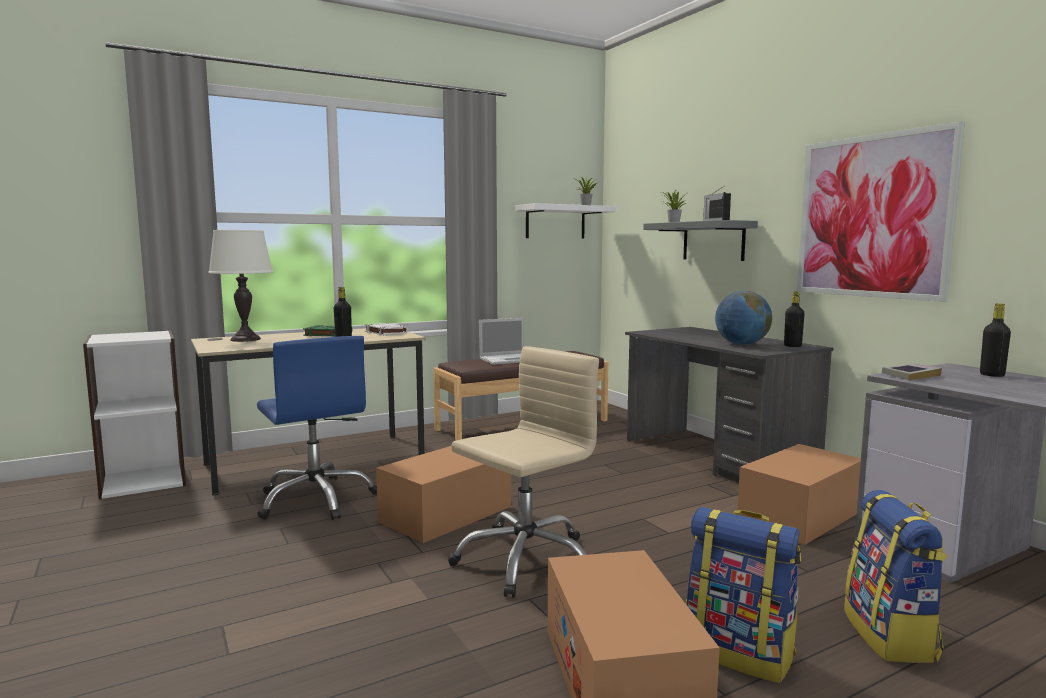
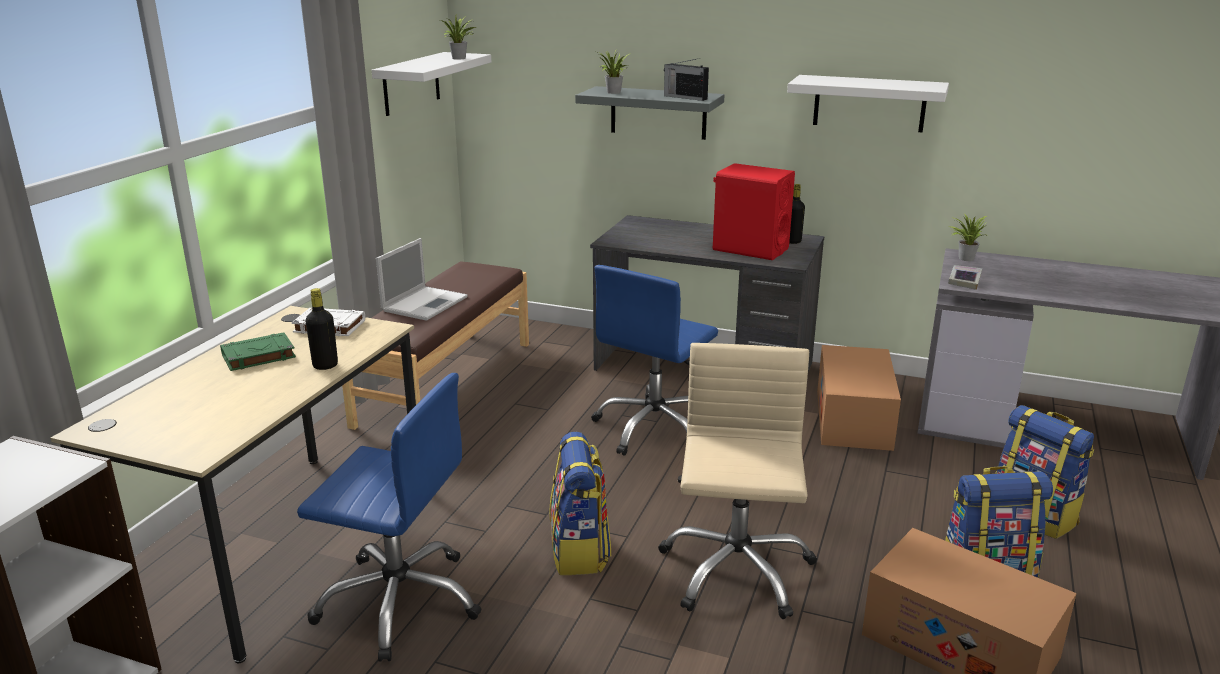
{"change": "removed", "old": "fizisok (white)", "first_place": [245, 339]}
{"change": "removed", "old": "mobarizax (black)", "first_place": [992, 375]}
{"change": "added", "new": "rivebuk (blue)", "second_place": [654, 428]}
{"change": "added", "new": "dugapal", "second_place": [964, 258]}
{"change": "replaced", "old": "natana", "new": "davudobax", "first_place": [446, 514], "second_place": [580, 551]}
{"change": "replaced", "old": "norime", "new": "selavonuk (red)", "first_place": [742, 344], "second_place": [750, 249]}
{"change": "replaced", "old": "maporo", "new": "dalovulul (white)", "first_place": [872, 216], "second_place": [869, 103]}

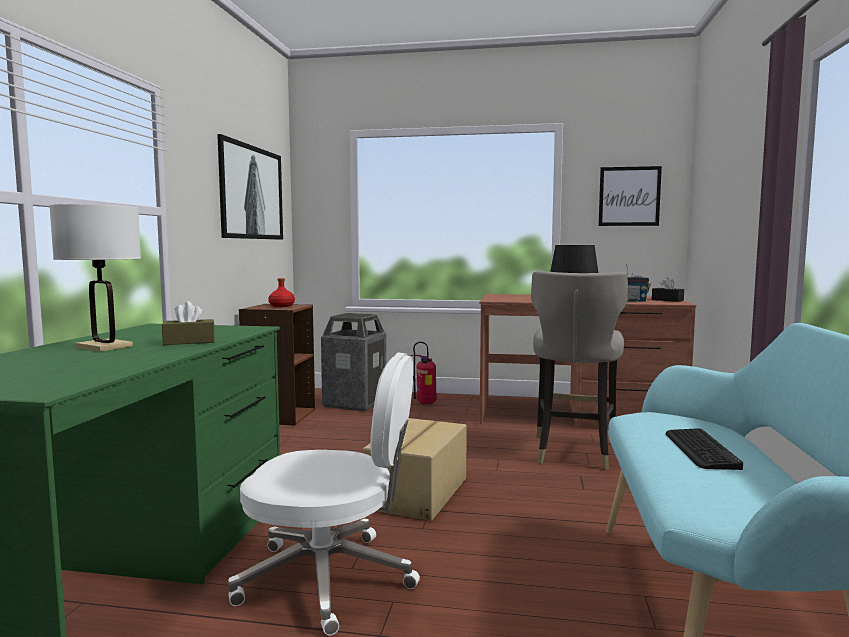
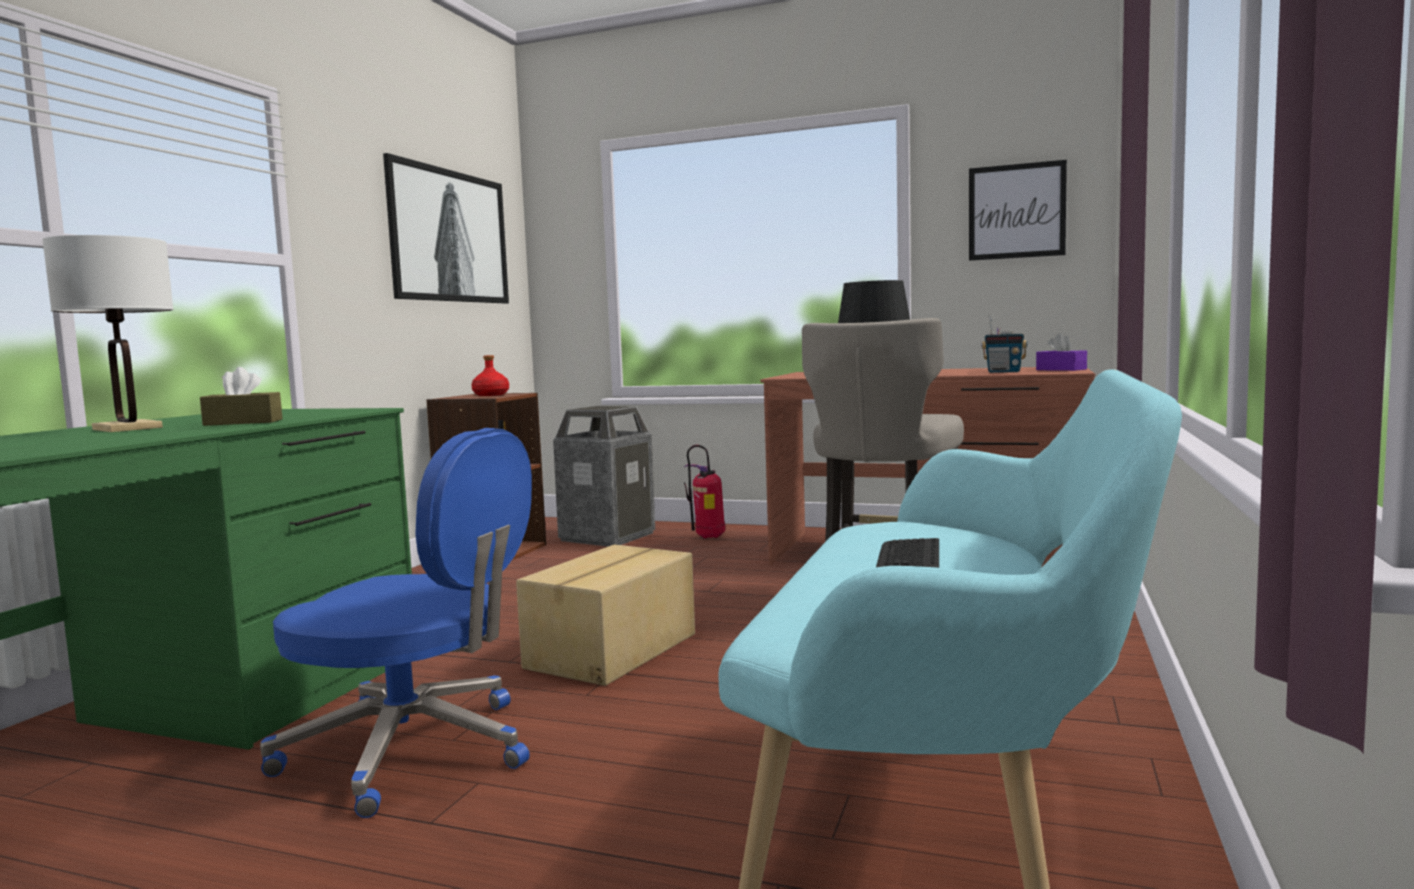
{"change": "recoloured", "old": "rivebuk (white)", "new": "rivebuk (blue)", "first_place": [330, 579], "second_place": [414, 751]}
{"change": "recoloured", "old": "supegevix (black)", "new": "supegevix (purple)", "first_place": [667, 300], "second_place": [1061, 369]}

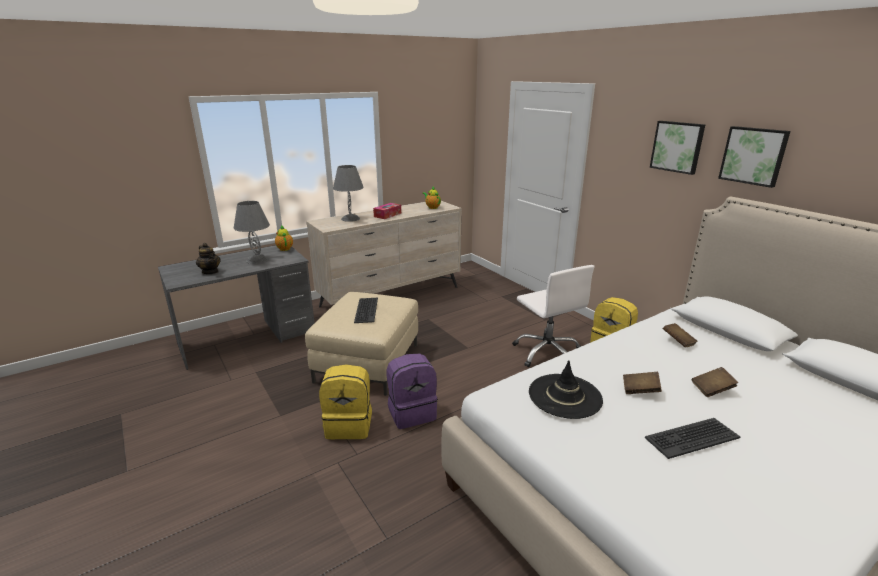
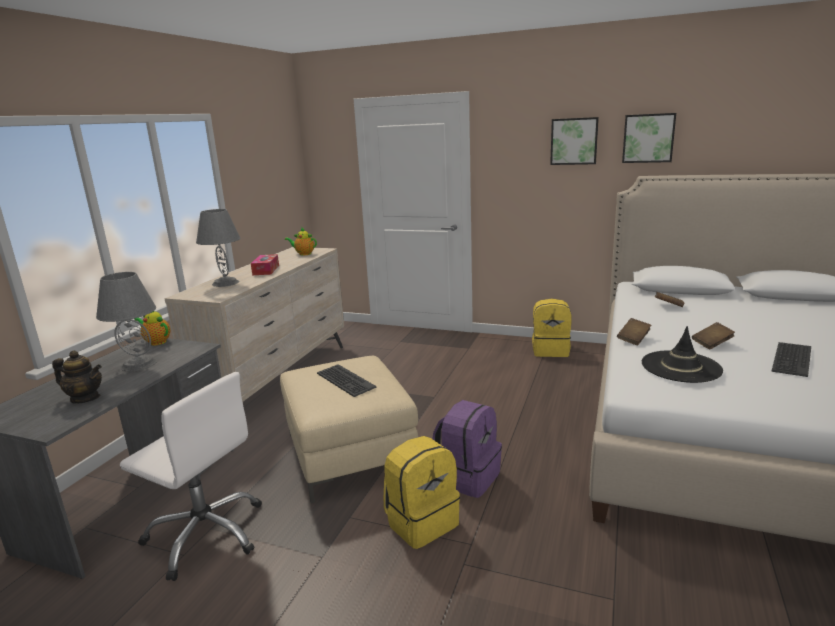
{"change": "moved", "old": "rivebuk (white)", "first_place": [547, 353], "second_place": [206, 534]}
{"change": "moved", "old": "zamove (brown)", "first_place": [712, 389], "second_place": [633, 339]}

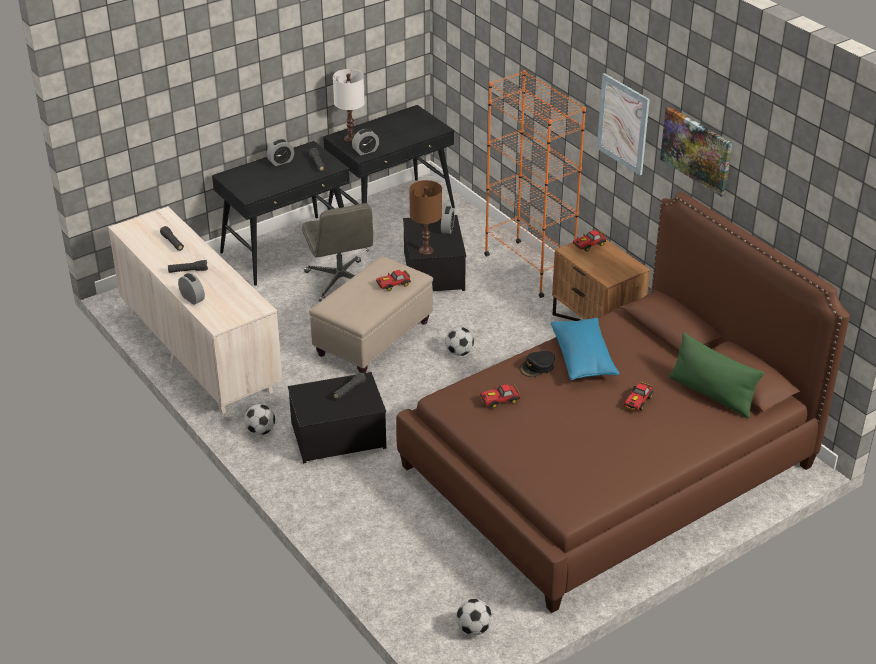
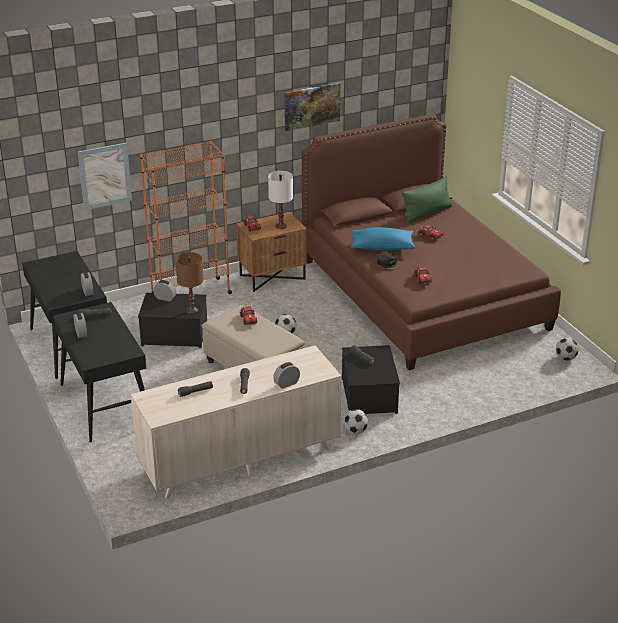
{"change": "removed", "old": "rivebuk (grey)", "first_place": [341, 282]}
{"change": "moved", "old": "fizisok (white)", "first_place": [350, 138], "second_place": [281, 226]}
{"change": "moved", "old": "maporo", "first_place": [623, 124], "second_place": [105, 176]}

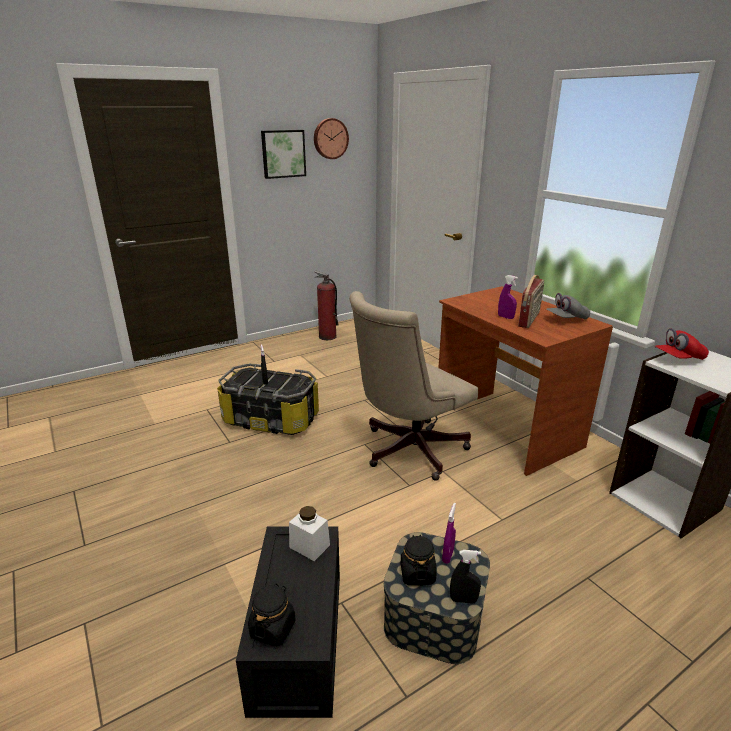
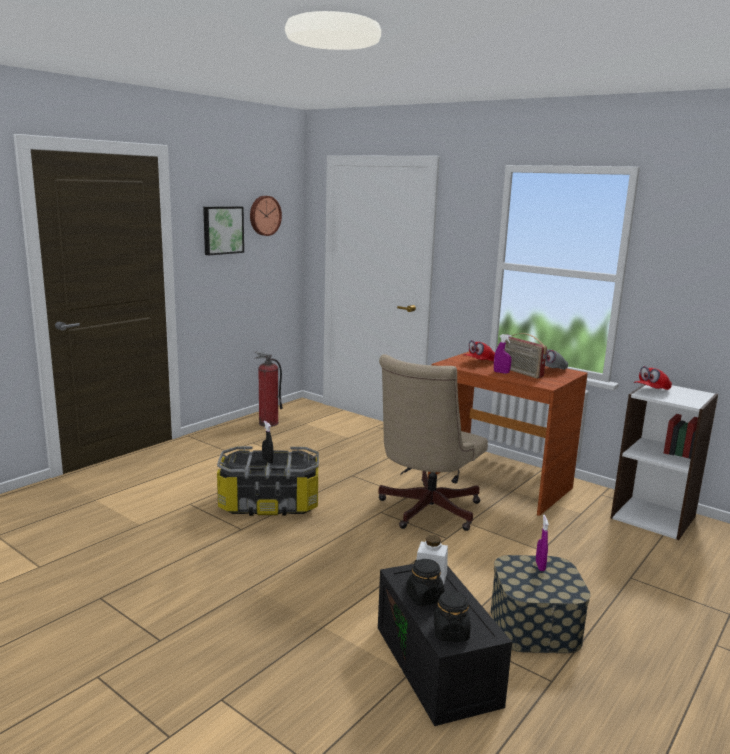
{"change": "removed", "old": "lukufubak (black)", "first_place": [463, 600]}
{"change": "added", "new": "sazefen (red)", "second_place": [479, 362]}
{"change": "moved", "old": "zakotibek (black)", "first_place": [417, 574], "second_place": [424, 597]}
{"change": "turned", "old": "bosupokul", "first_place": [529, 319], "second_place": [521, 373], "degrees": 135}

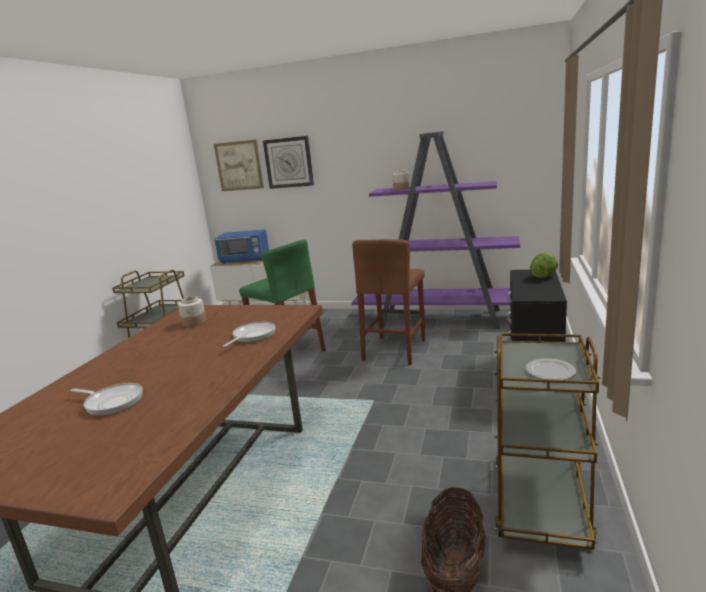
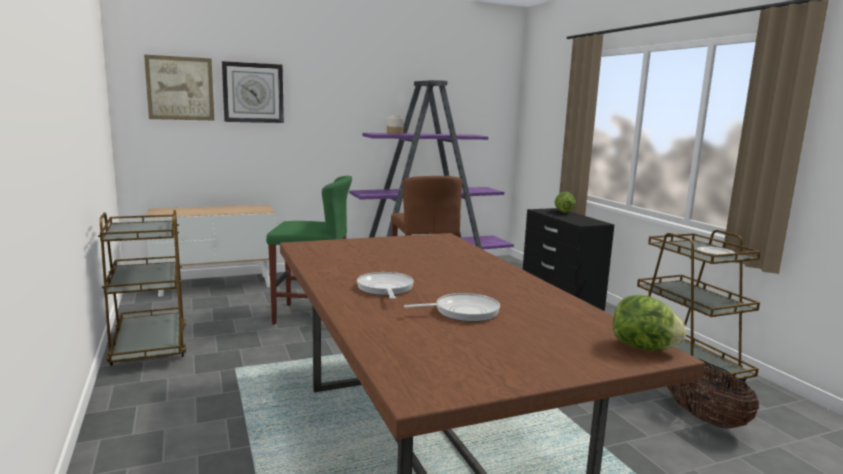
{"change": "removed", "old": "zakotibek", "first_place": [194, 322]}
{"change": "removed", "old": "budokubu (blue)", "first_place": [245, 260]}
{"change": "added", "new": "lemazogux", "second_place": [644, 347]}
{"change": "moved", "old": "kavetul", "first_place": [252, 336], "second_place": [385, 289]}

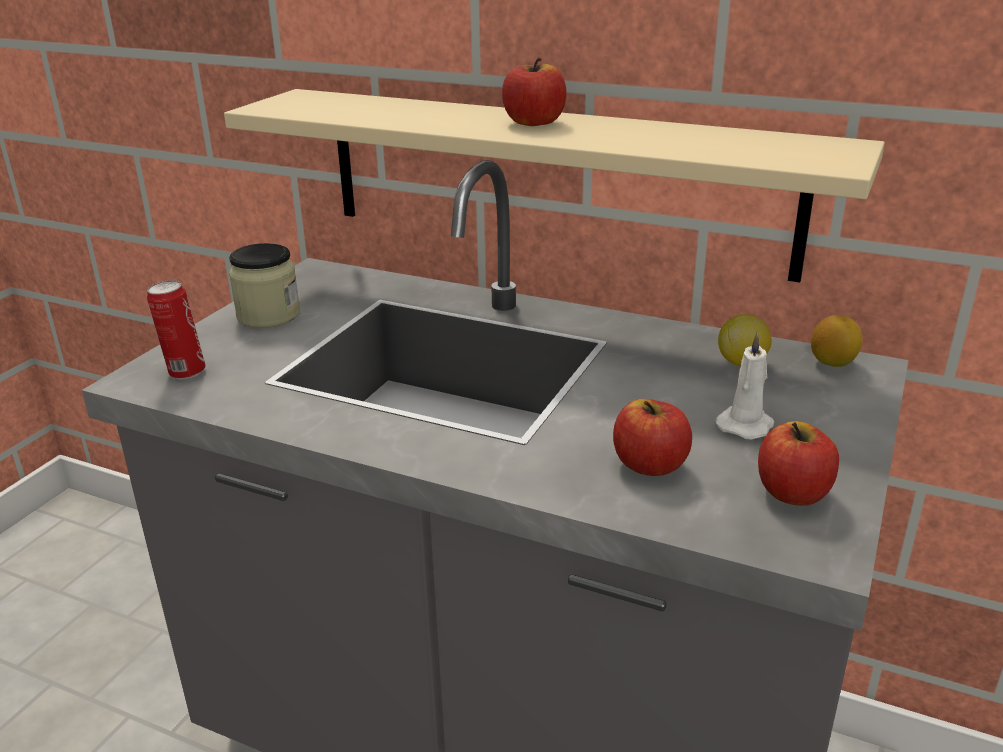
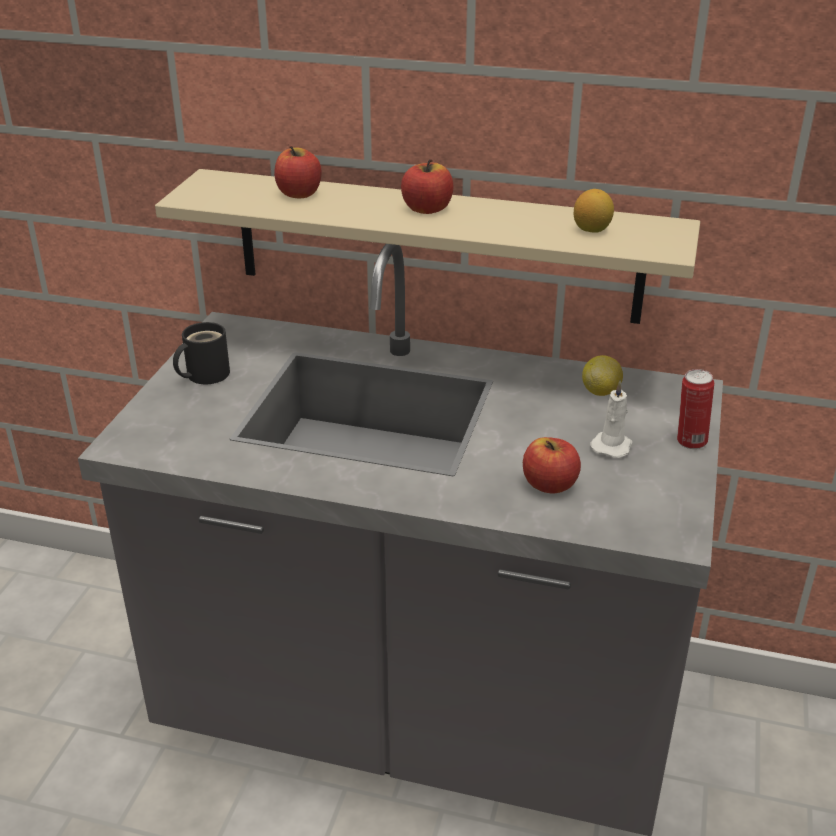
{"change": "moved", "old": "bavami", "first_place": [185, 372], "second_place": [690, 442]}
{"change": "moved", "old": "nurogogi", "first_place": [793, 493], "second_place": [299, 194]}
{"change": "moved", "old": "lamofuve", "first_place": [832, 362], "second_place": [592, 230]}
{"change": "replaced", "old": "zakotibek", "new": "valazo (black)", "first_place": [268, 315], "second_place": [203, 374]}

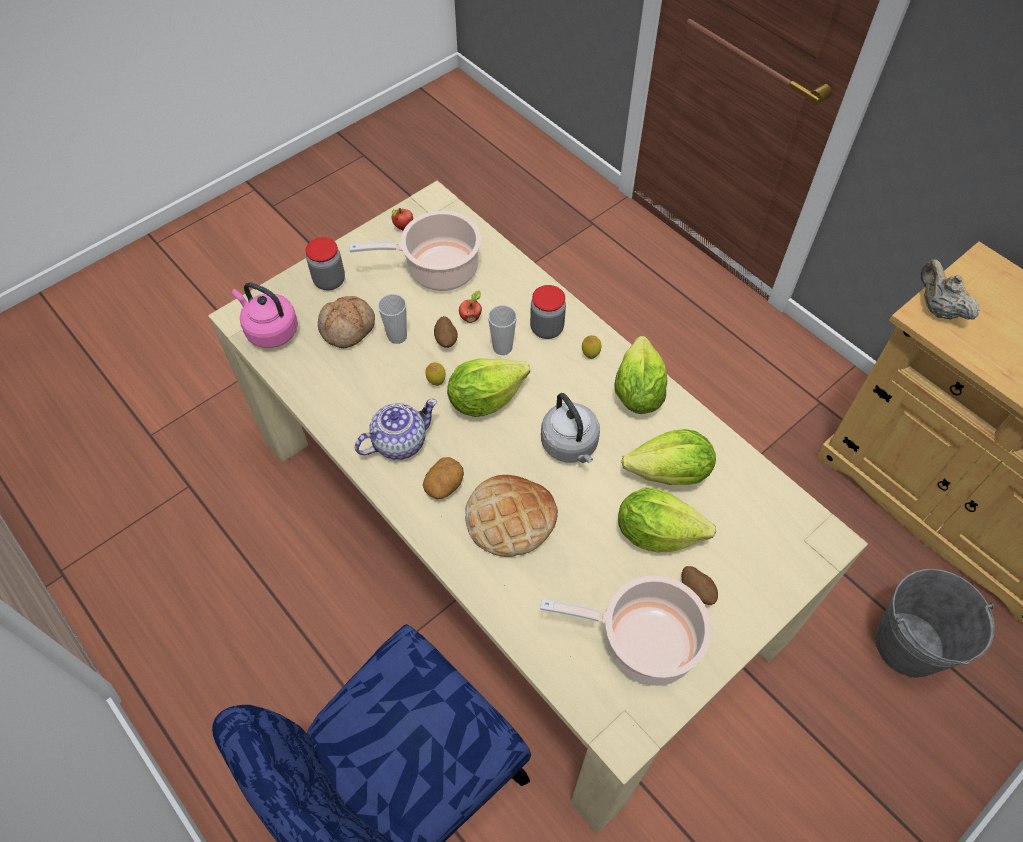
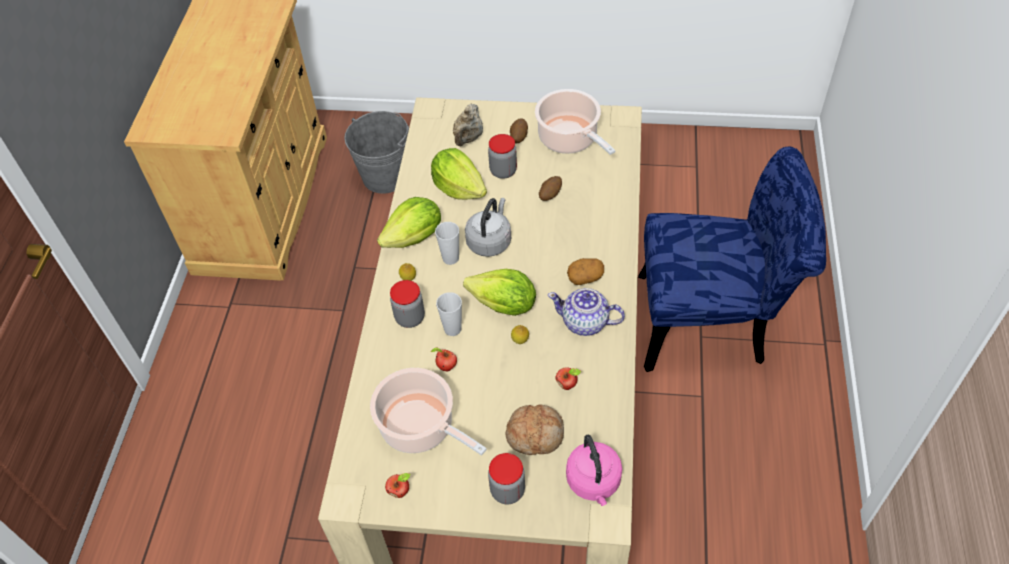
{"change": "removed", "old": "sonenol", "first_place": [510, 518]}
{"change": "added", "new": "nurogogi", "second_place": [567, 385]}
{"change": "moved", "old": "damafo", "first_place": [397, 336], "second_place": [450, 258]}
{"change": "moved", "old": "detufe", "first_place": [446, 340], "second_place": [550, 195]}
{"change": "moved", "old": "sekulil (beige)", "first_place": [938, 309], "second_place": [468, 138]}
{"change": "replaced", "old": "lemazogux", "new": "zakotibek", "first_place": [656, 532], "second_place": [503, 171]}

